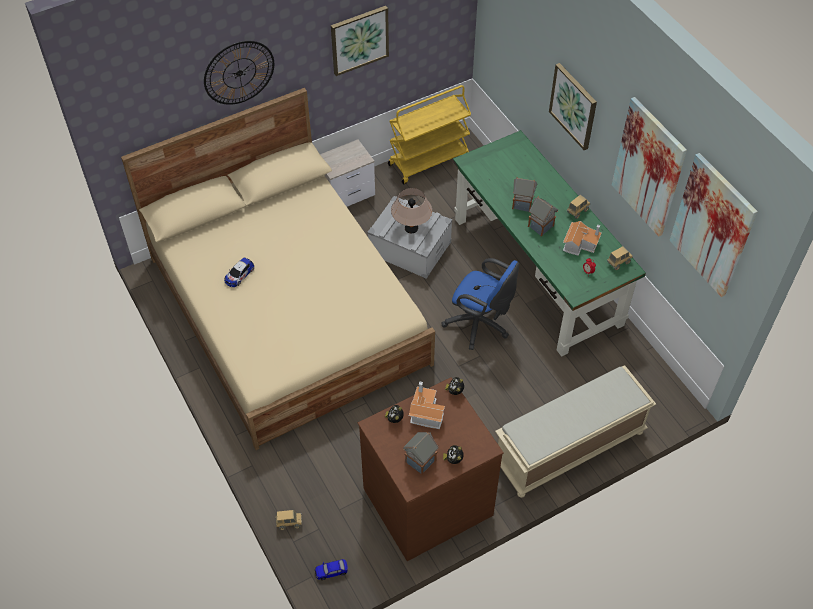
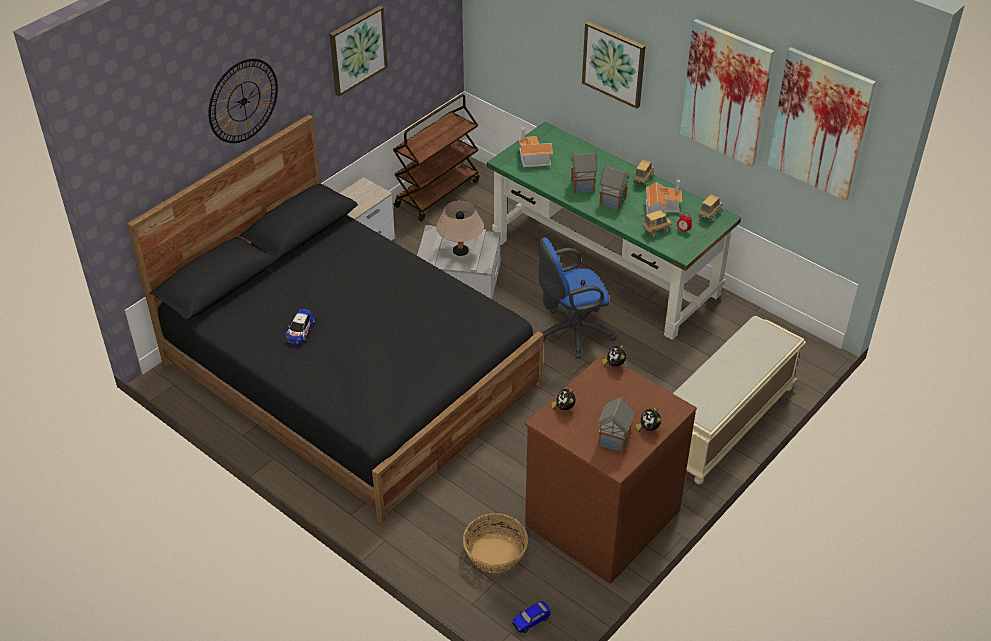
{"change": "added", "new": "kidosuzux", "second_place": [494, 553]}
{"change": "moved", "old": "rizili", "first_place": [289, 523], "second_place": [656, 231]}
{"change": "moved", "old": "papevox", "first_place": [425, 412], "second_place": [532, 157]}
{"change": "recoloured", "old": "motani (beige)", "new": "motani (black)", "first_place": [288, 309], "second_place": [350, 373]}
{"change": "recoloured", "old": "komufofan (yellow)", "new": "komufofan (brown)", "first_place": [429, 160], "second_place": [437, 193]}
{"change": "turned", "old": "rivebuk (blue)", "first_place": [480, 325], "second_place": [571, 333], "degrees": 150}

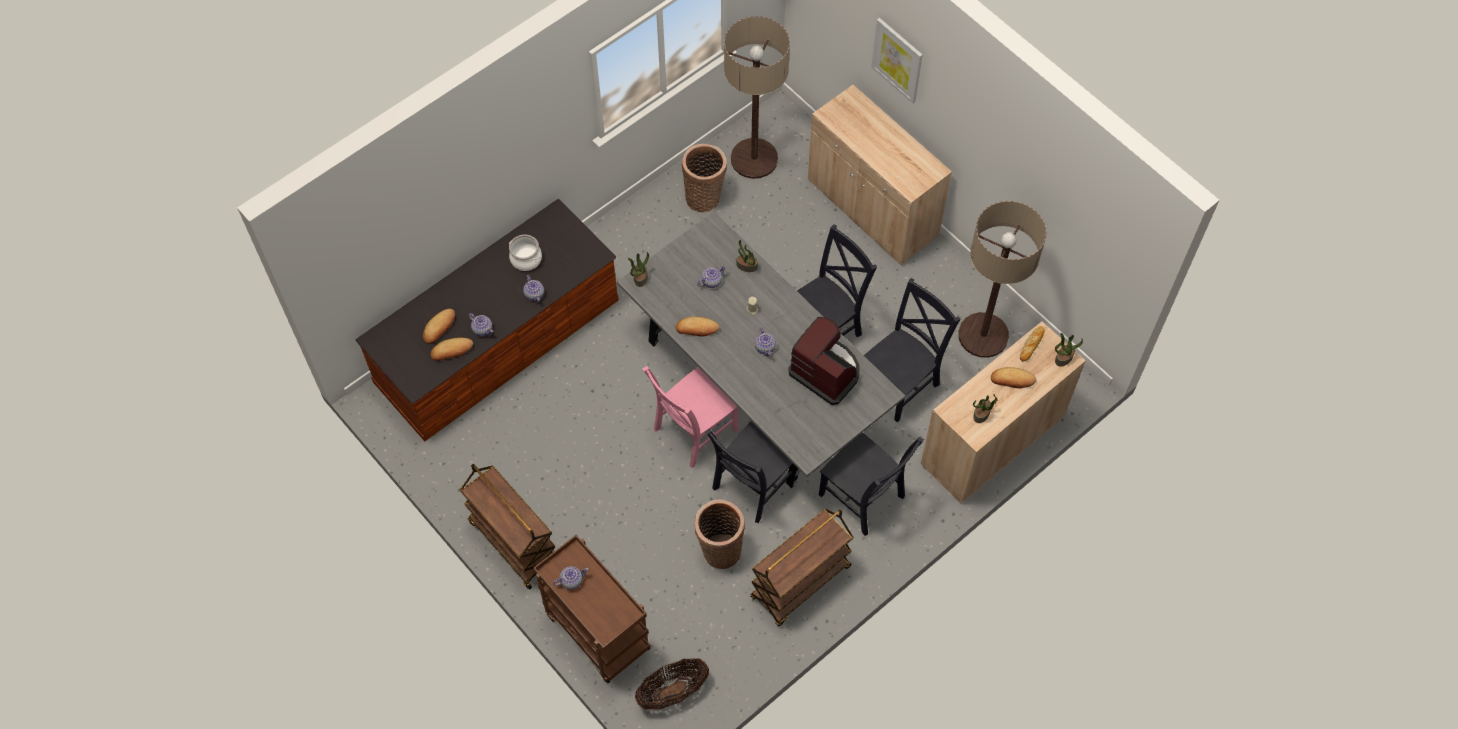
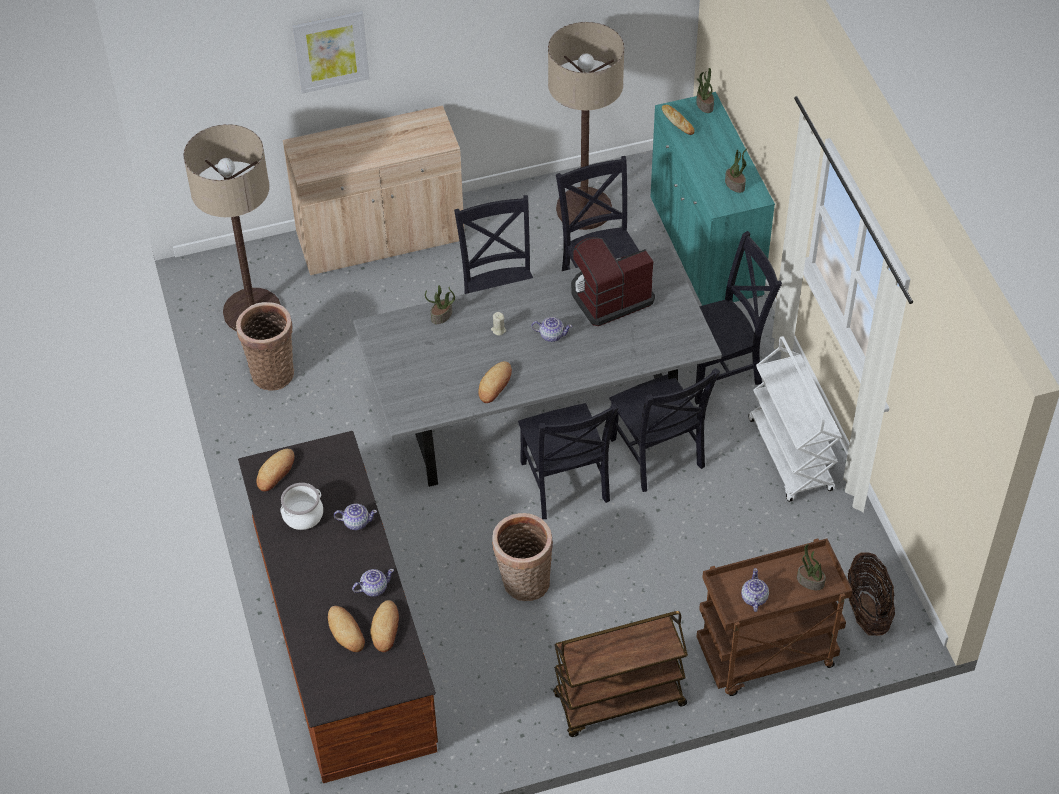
{"change": "removed", "old": "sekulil", "first_place": [711, 281]}
{"change": "moved", "old": "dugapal", "first_place": [640, 277], "second_place": [809, 581]}
{"change": "moved", "old": "kidosuzux", "first_place": [719, 549], "second_place": [523, 584]}
{"change": "moved", "old": "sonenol", "first_place": [1012, 380], "second_place": [276, 472]}
{"change": "recoloured", "old": "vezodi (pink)", "new": "vezodi (black)", "first_place": [693, 431], "second_place": [565, 485]}
{"change": "recoloured", "old": "komufofan (brown)", "new": "komufofan (white)", "first_place": [800, 583], "second_place": [791, 455]}
{"change": "recoloured", "old": "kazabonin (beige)", "new": "kazabonin (turquoise)", "first_place": [992, 440], "second_place": [705, 247]}

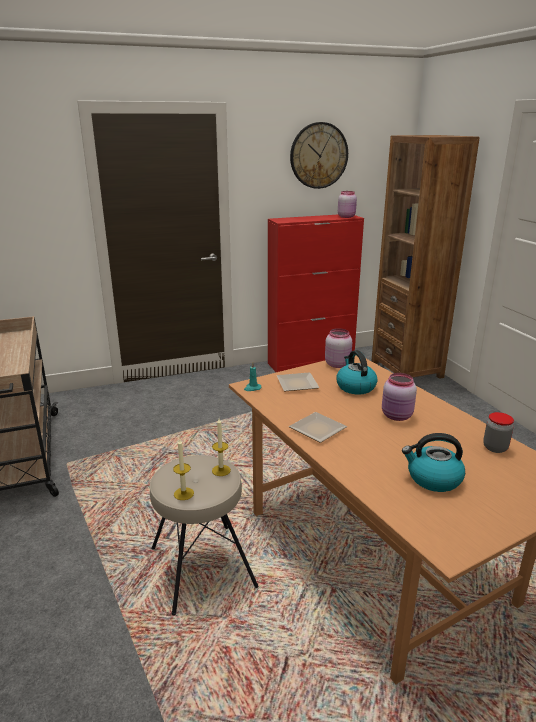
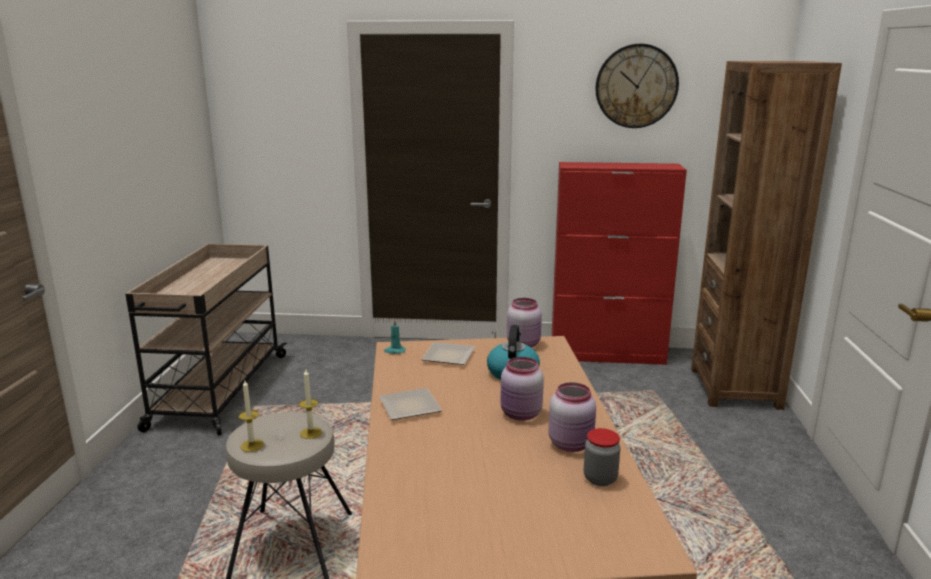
{"change": "removed", "old": "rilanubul", "first_place": [433, 479]}
{"change": "moved", "old": "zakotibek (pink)", "first_place": [346, 216], "second_place": [572, 444]}

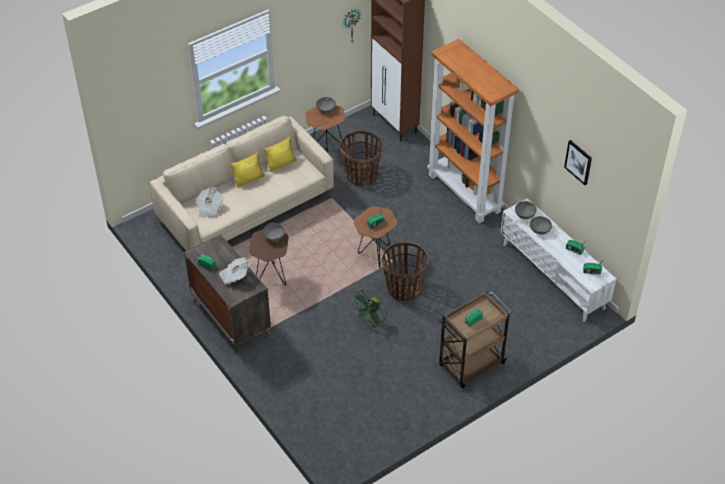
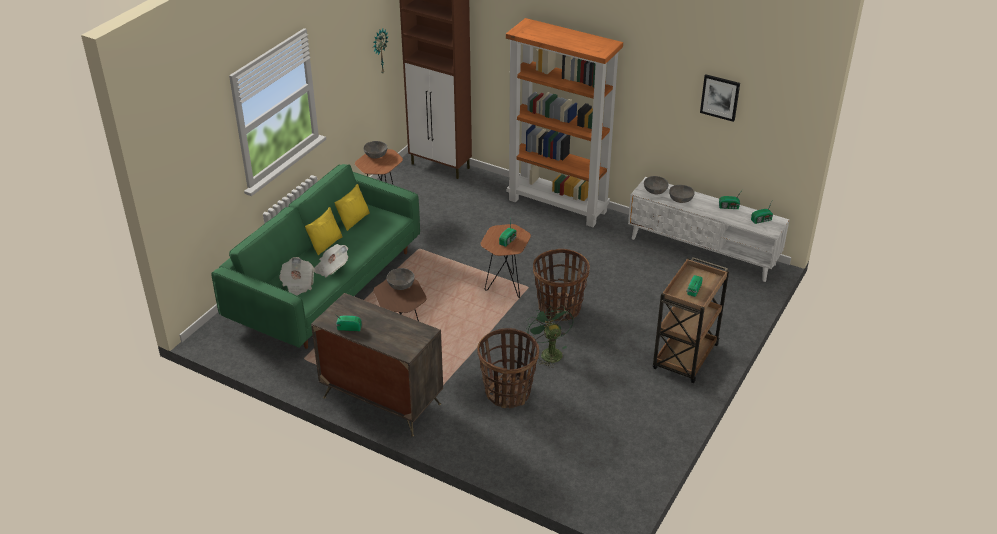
{"change": "moved", "old": "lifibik", "first_place": [234, 276], "second_place": [331, 268]}
{"change": "moved", "old": "kidosuzux", "first_place": [361, 175], "second_place": [508, 392]}
{"change": "recoloured", "old": "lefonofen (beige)", "new": "lefonofen (green)", "first_place": [245, 208], "second_place": [326, 285]}
{"change": "turned", "old": "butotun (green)", "first_place": [371, 323], "second_place": [548, 352], "degrees": 150}

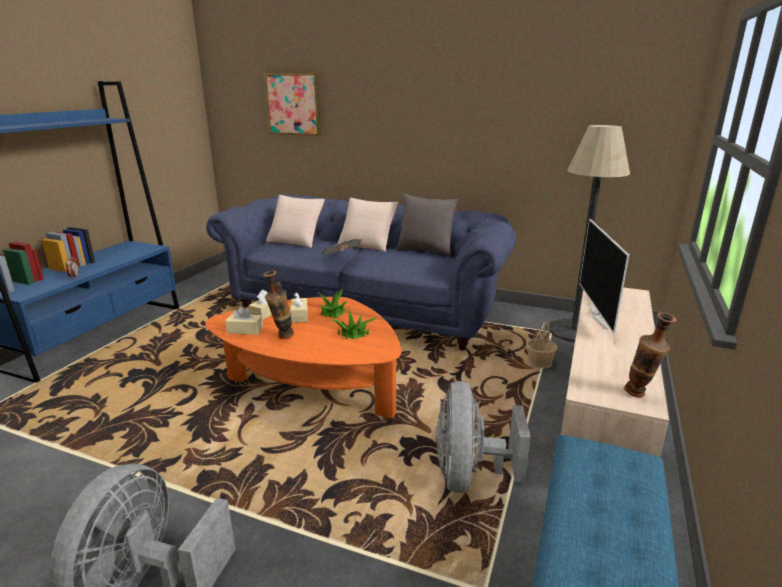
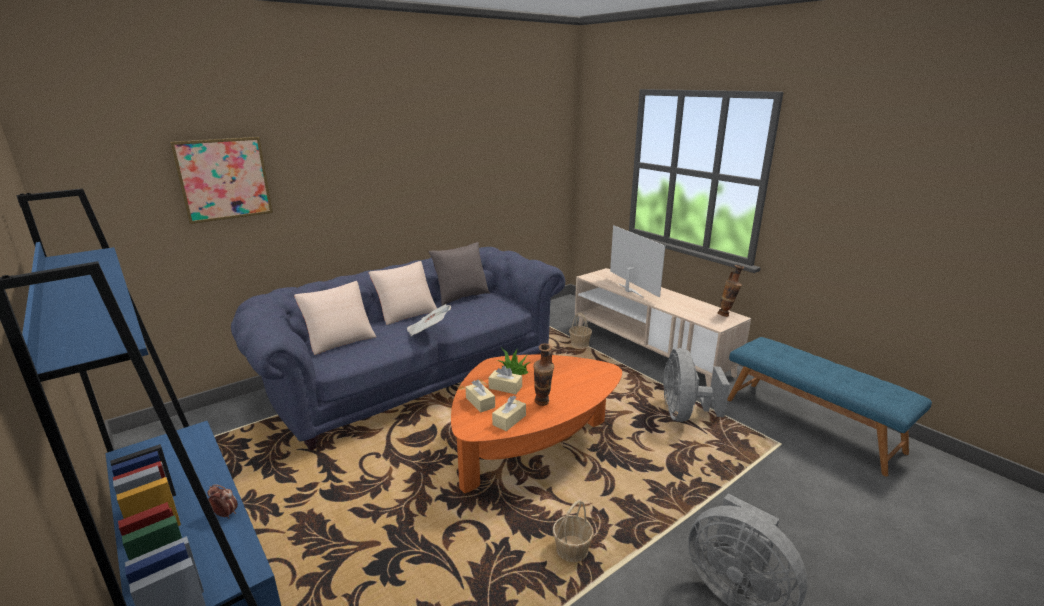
{"change": "removed", "old": "dugapal", "first_place": [353, 333]}
{"change": "removed", "old": "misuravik", "first_place": [574, 331]}
{"change": "added", "new": "kidosuzux", "second_place": [572, 550]}
{"change": "turned", "old": "butotun (grey)", "first_place": [469, 475], "second_place": [684, 414], "degrees": 60}
{"change": "turned", "old": "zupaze", "first_place": [599, 316], "second_place": [629, 290], "degrees": -150}

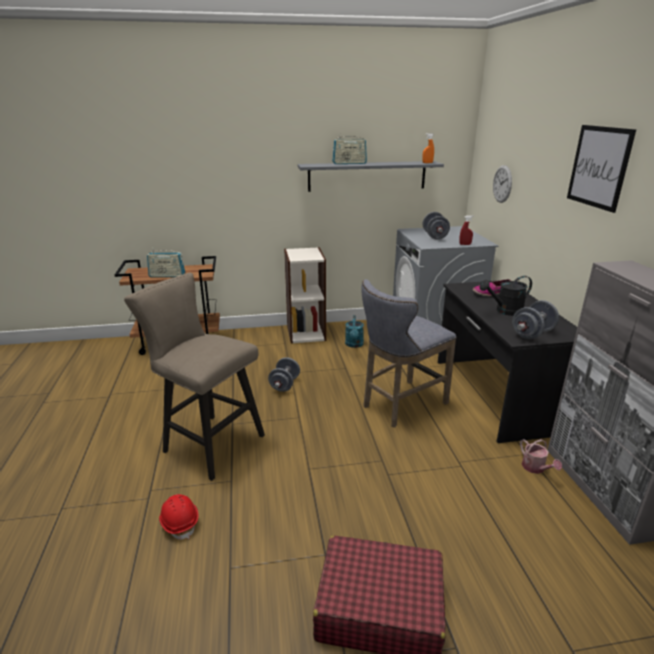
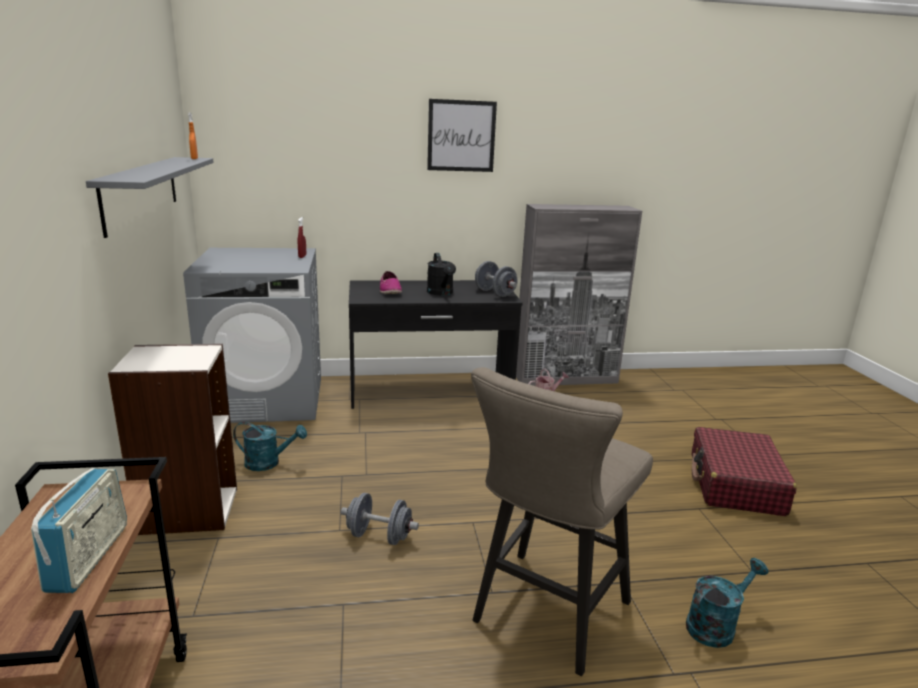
{"change": "removed", "old": "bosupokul", "first_place": [349, 163]}
{"change": "removed", "old": "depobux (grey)", "first_place": [400, 405]}
{"change": "removed", "old": "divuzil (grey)", "first_place": [434, 236]}
{"change": "removed", "old": "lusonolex", "first_place": [502, 184]}
{"change": "replaced", "old": "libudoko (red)", "new": "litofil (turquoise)", "first_place": [179, 522], "second_place": [716, 625]}

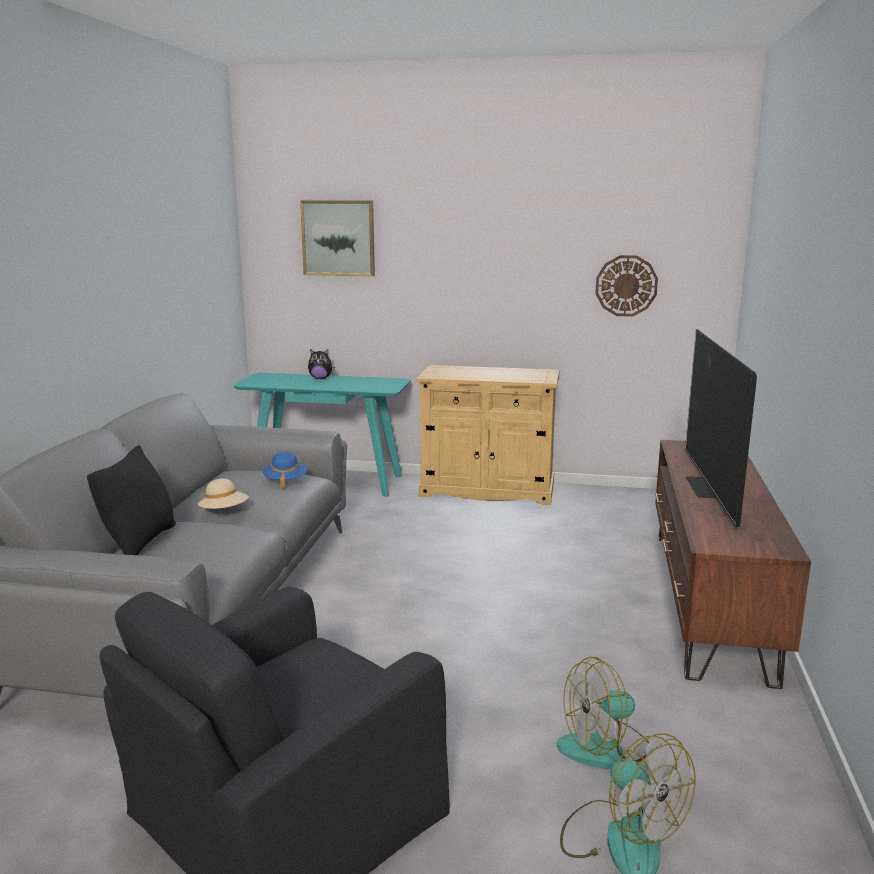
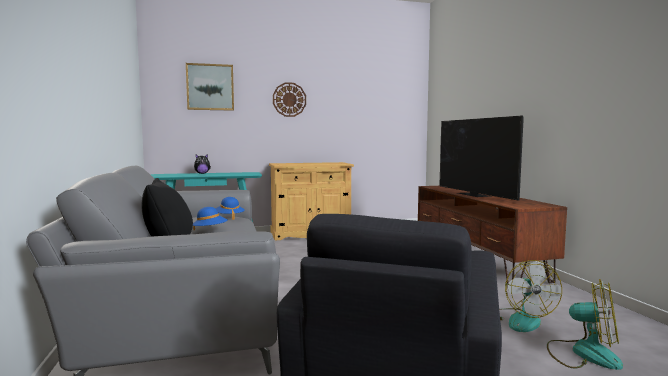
{"change": "moved", "old": "lusonolex", "first_place": [626, 286], "second_place": [289, 99]}
{"change": "recoloured", "old": "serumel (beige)", "new": "serumel (blue)", "first_place": [224, 512], "second_place": [210, 231]}
{"change": "turned", "old": "butotun", "first_place": [605, 748], "second_place": [519, 320], "degrees": -45}

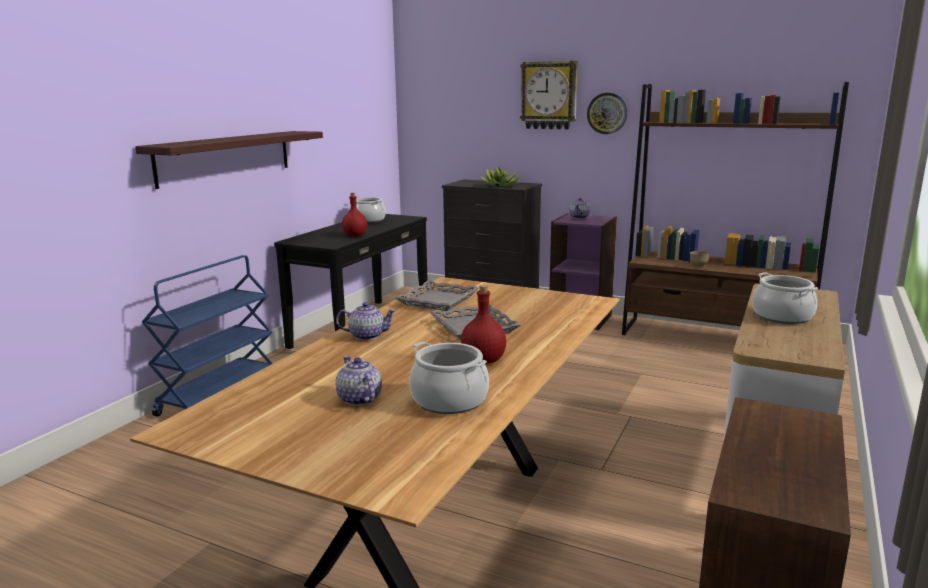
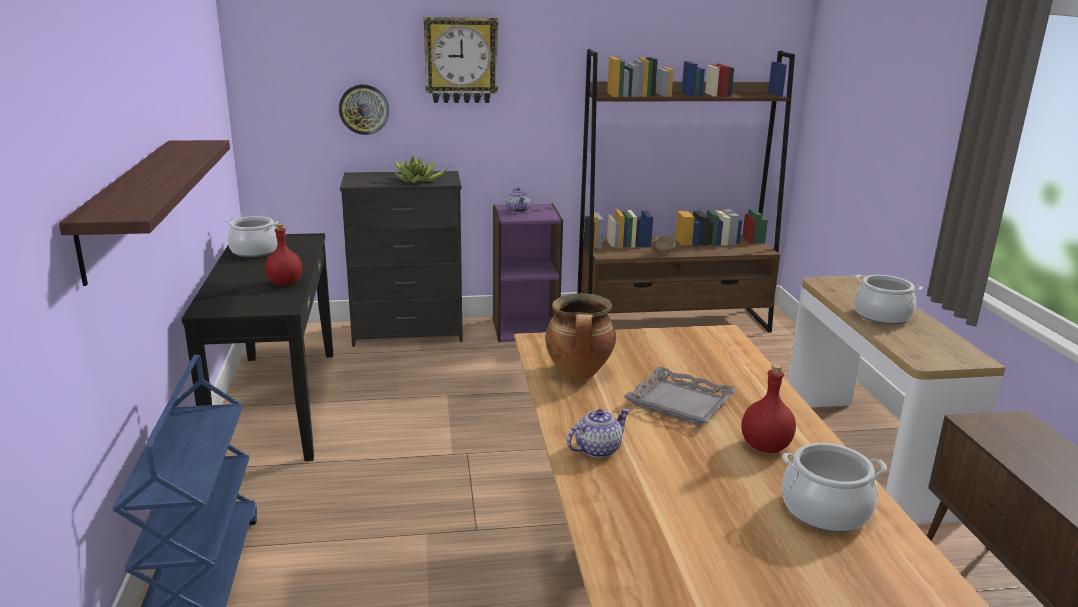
{"change": "removed", "old": "sekulil", "first_place": [359, 399]}
{"change": "moved", "old": "lusonolex", "first_place": [607, 113], "second_place": [364, 109]}
{"change": "replaced", "old": "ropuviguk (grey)", "new": "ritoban", "first_place": [438, 301], "second_place": [579, 373]}

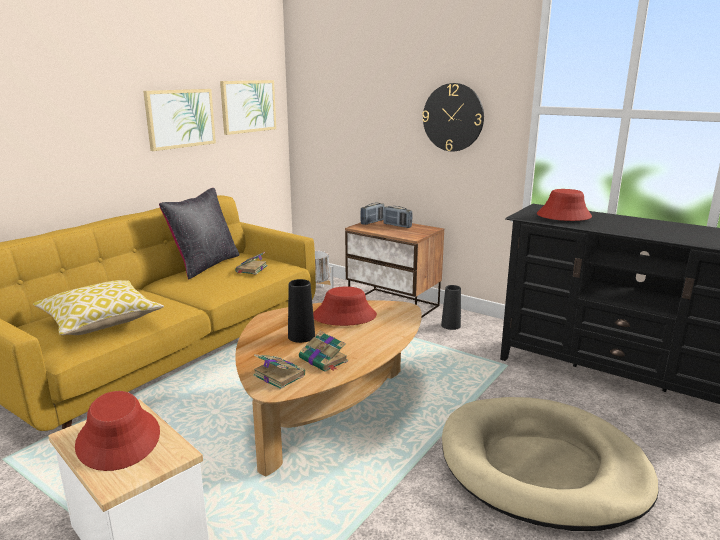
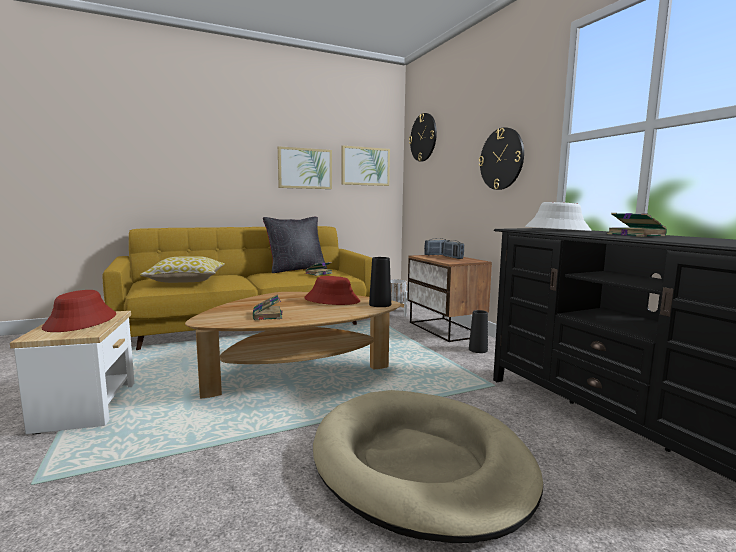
{"change": "added", "new": "lusonolex", "second_place": [423, 137]}
{"change": "moved", "old": "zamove", "first_place": [278, 375], "second_place": [634, 235]}
{"change": "moved", "old": "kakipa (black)", "first_place": [301, 336], "second_place": [380, 304]}
{"change": "recoloured", "old": "serumel (red)", "new": "serumel (white)", "first_place": [563, 216], "second_place": [557, 230]}

